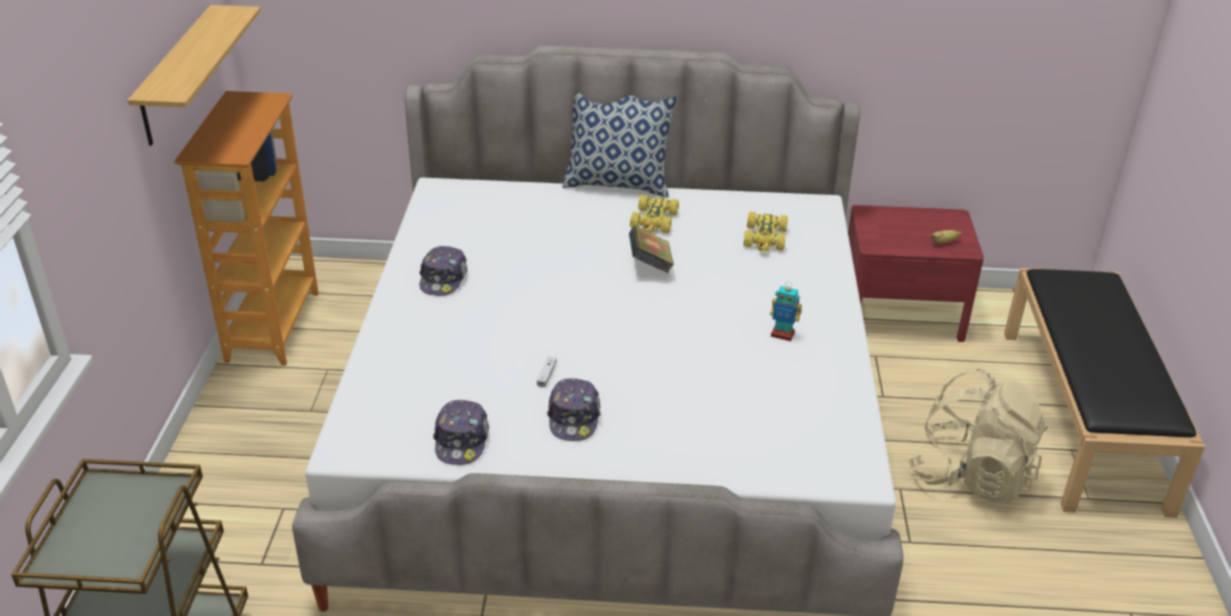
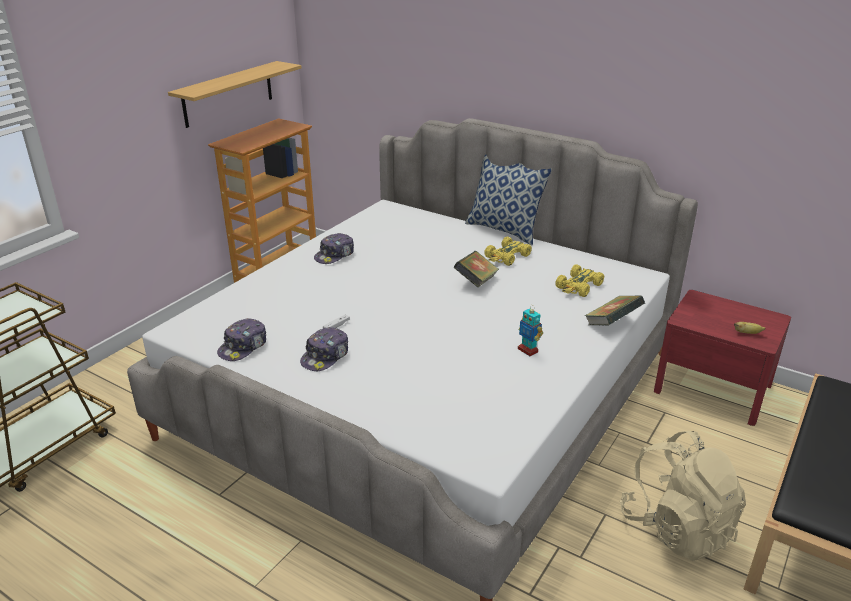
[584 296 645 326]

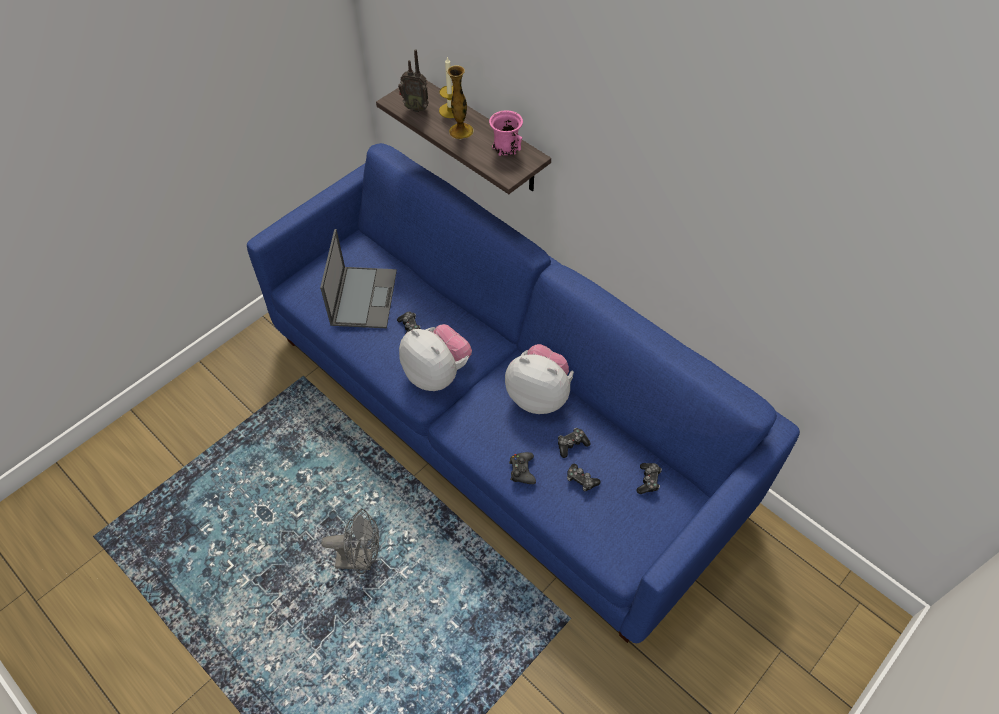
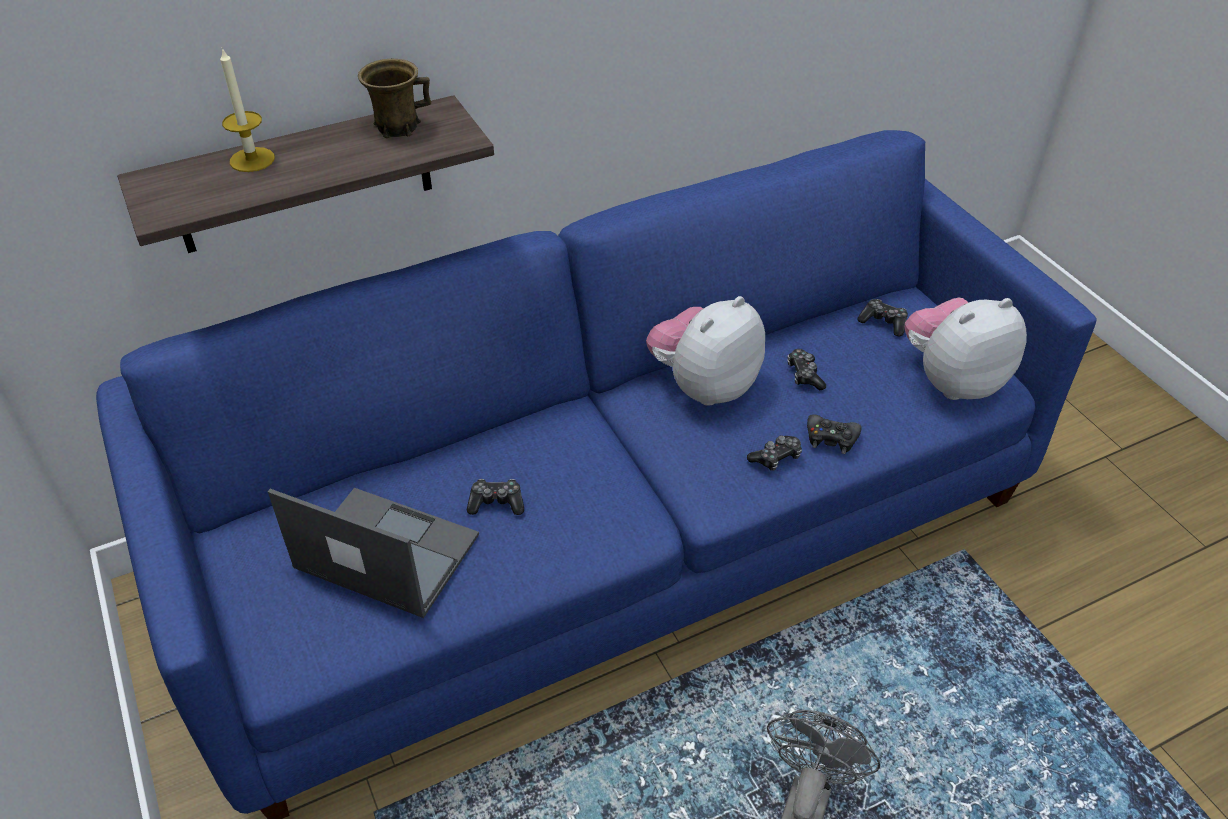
[398 49 429 113] (first image)
[447 65 474 140] (first image)
[905 298 1027 400]
[747 435 802 471]
[358 59 431 138]

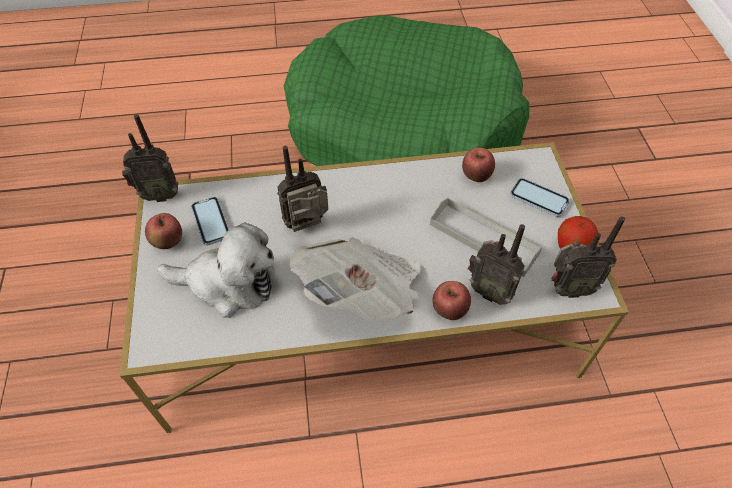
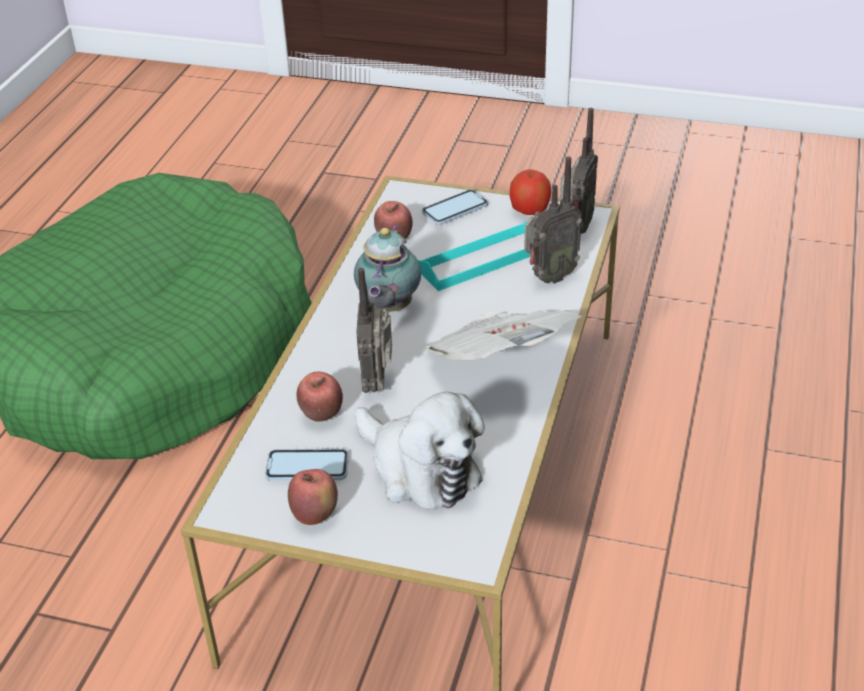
[122 114 178 202] (first image)
[354 225 421 312]
[297 372 343 421]
[418 222 531 291]
[355 392 485 510]

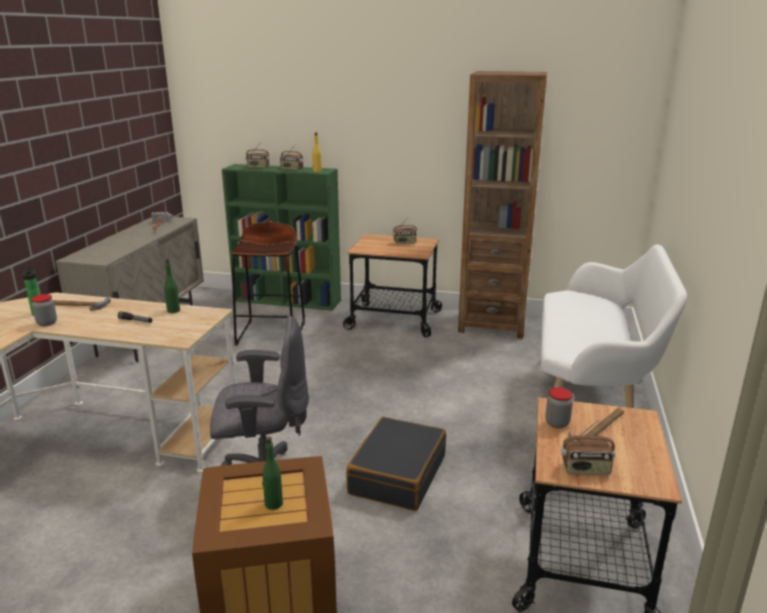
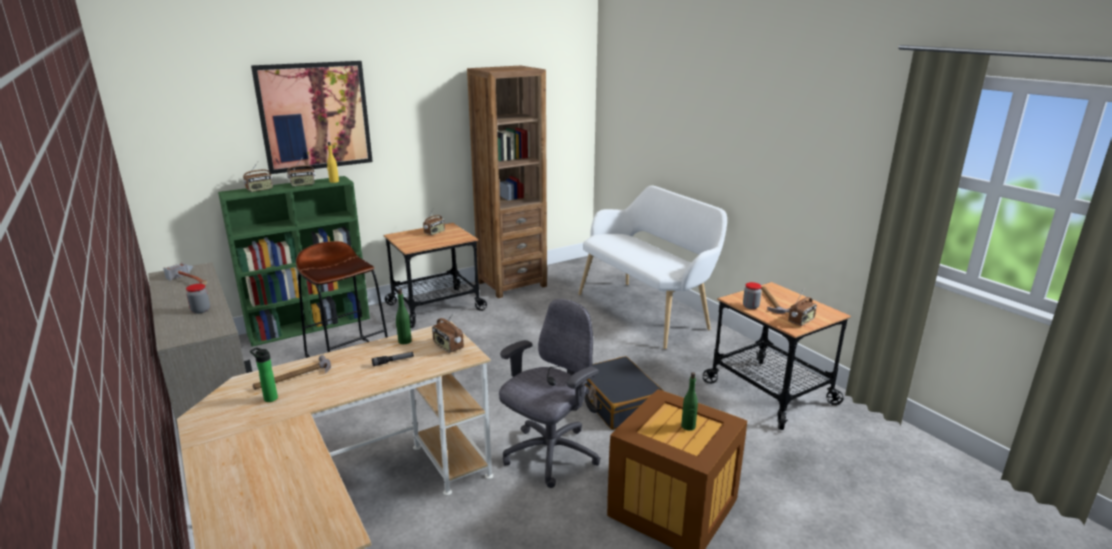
[251 61 373 174]
[432 313 464 353]
[186 284 210 314]

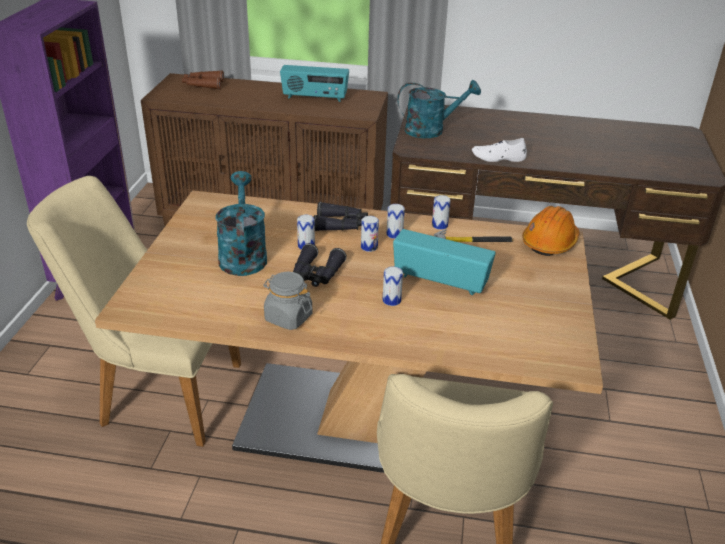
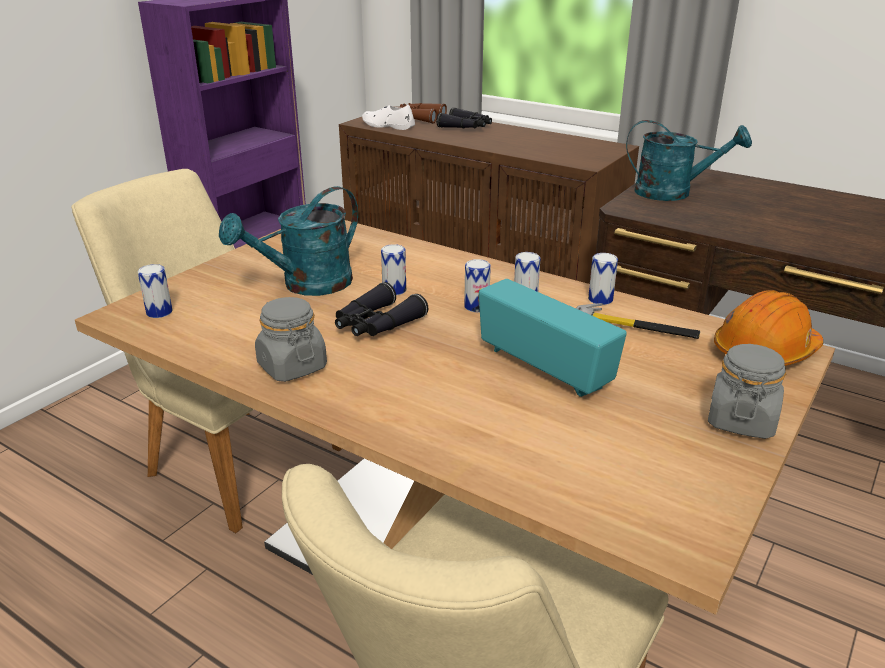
[280 65 349 102] (first image)
[708 344 786 439]
[436 107 492 128]
[138 264 173 318]
[362 104 415 130]
[219 186 358 296]

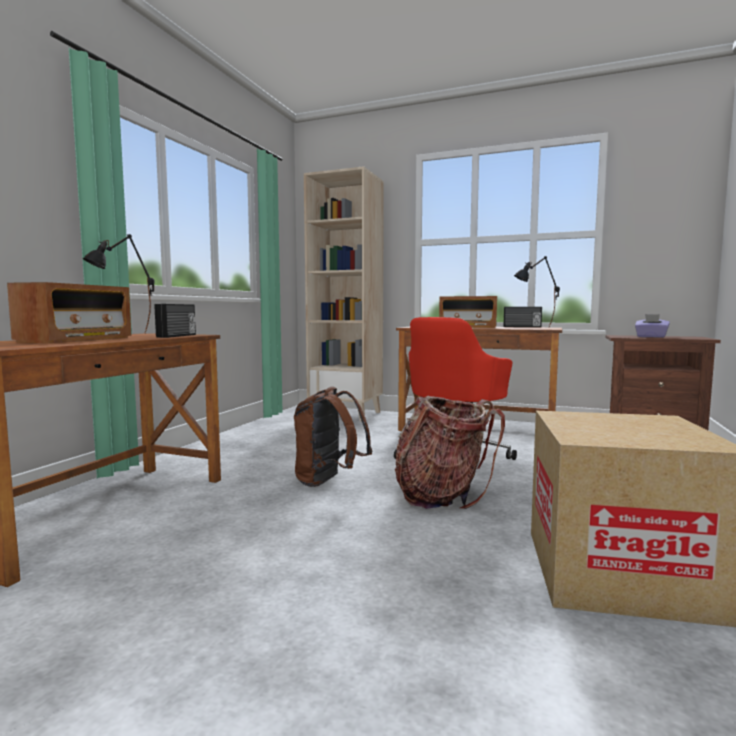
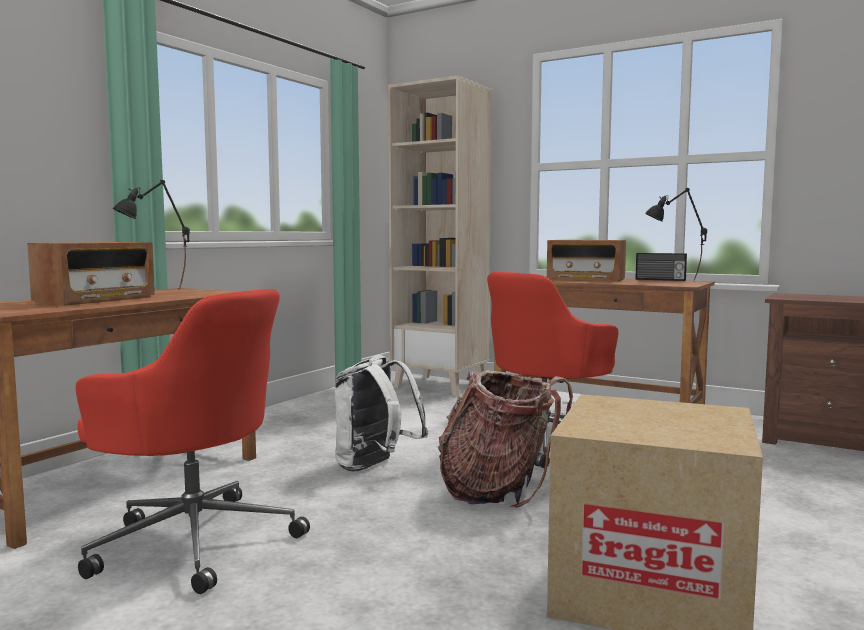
[155 304 196 338] (first image)
[635 314 670 338] (first image)
[76 289 310 594]
[334 355 428 472]

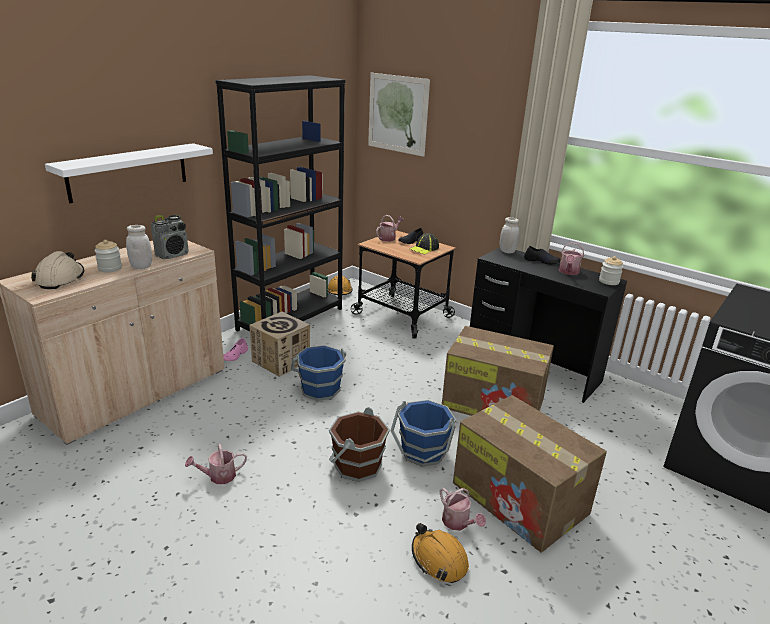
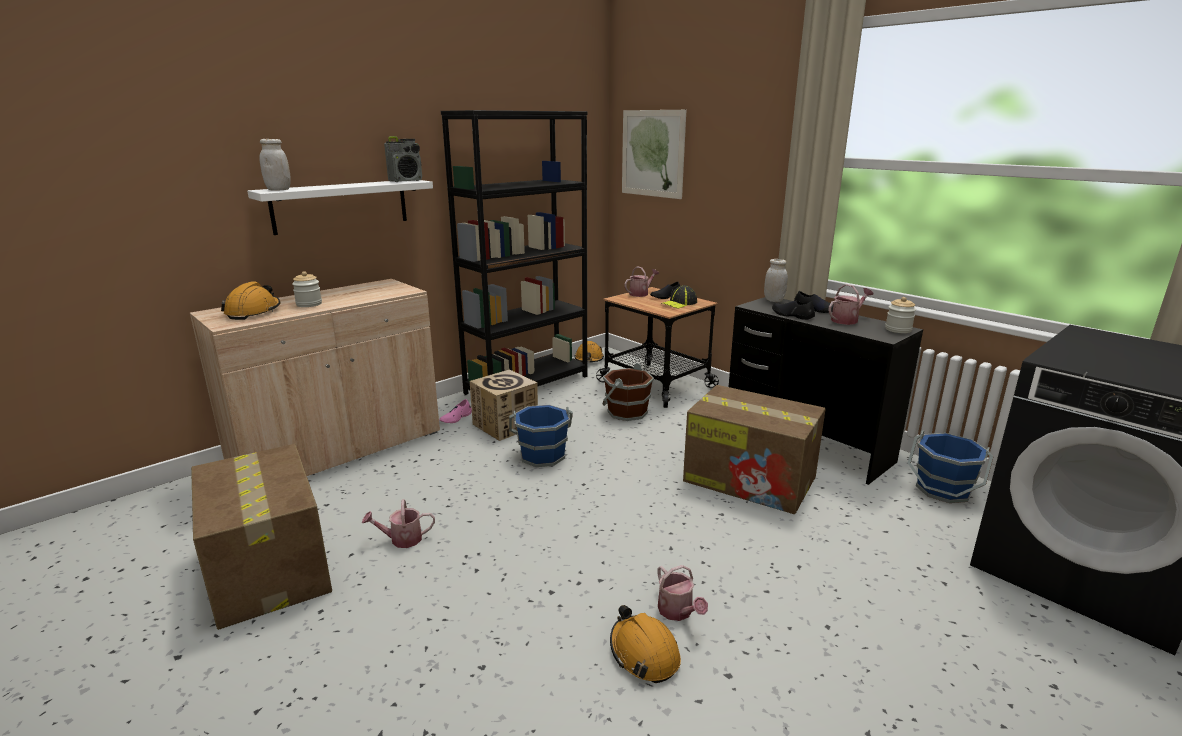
[772 301 815 320]
[259 139 291 191]
[384 136 422 182]
[603 363 654 421]
[908 430 993 503]
[191 444 332 630]
[221 281 280 320]
[828 284 873 325]

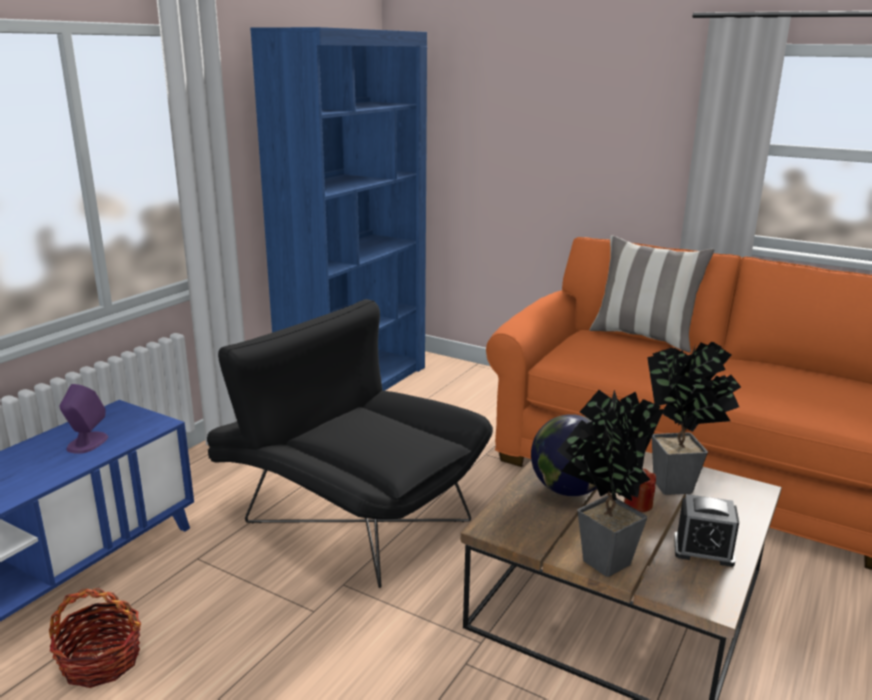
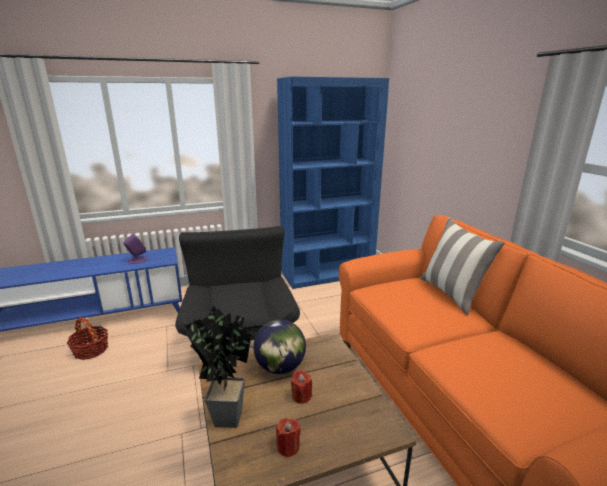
[647 341 741 495] (first image)
[276 418 301 457]

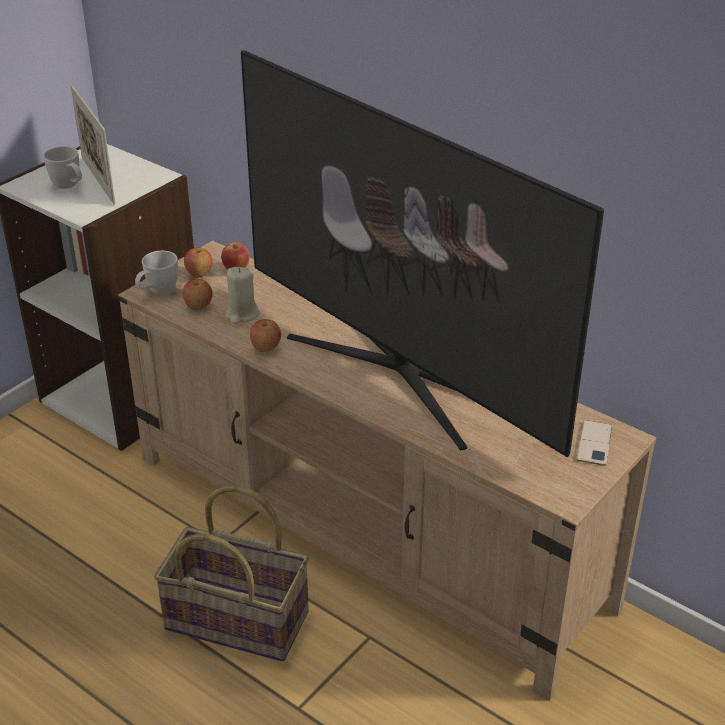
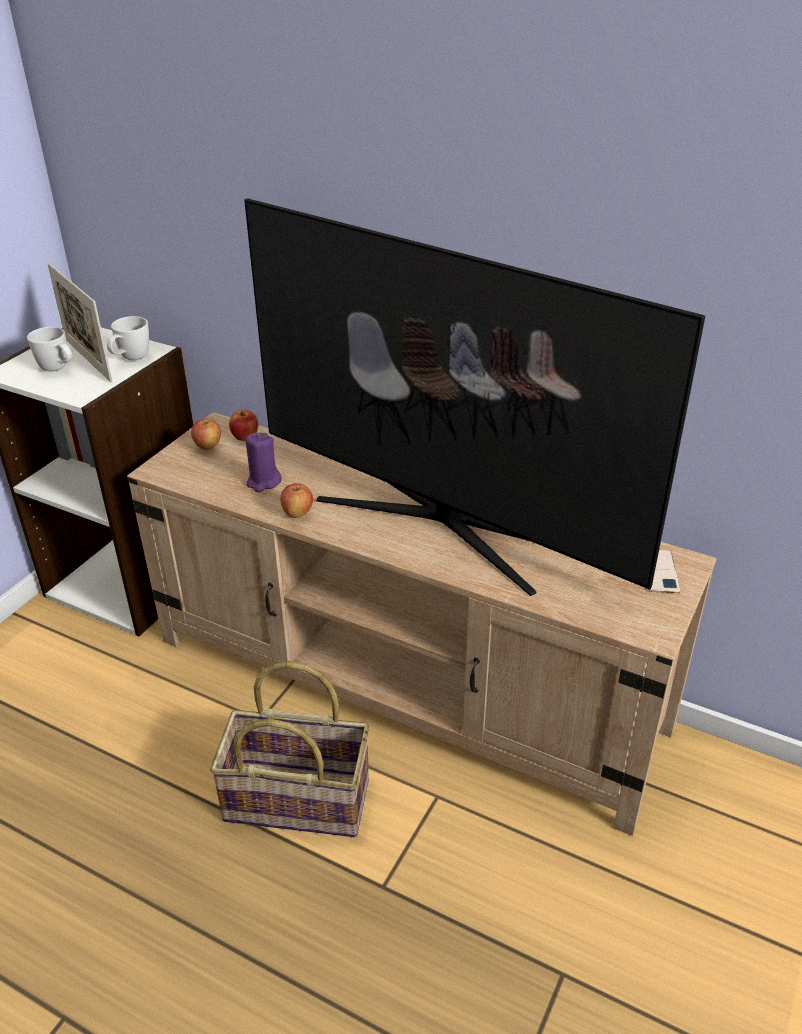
[183 279 213 310] (first image)
[107 316 149 360]
[245 433 282 492]

